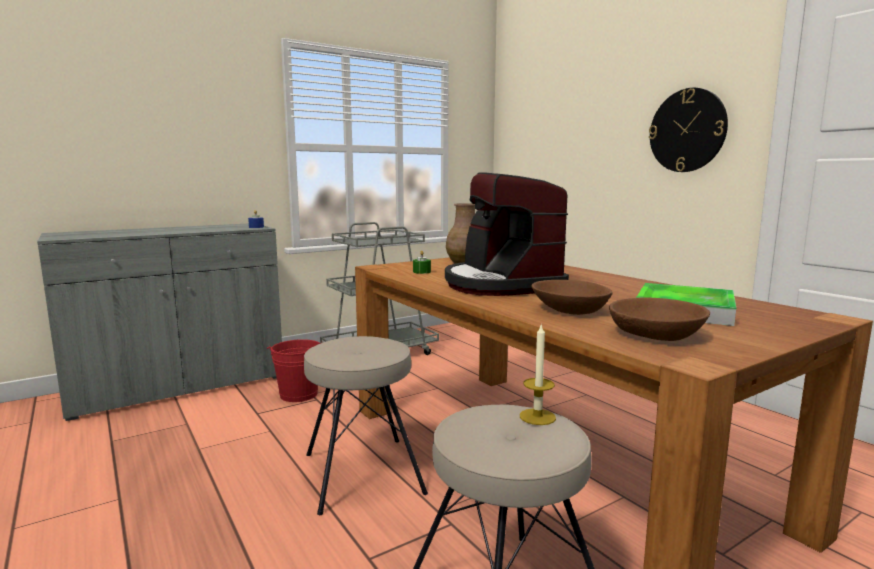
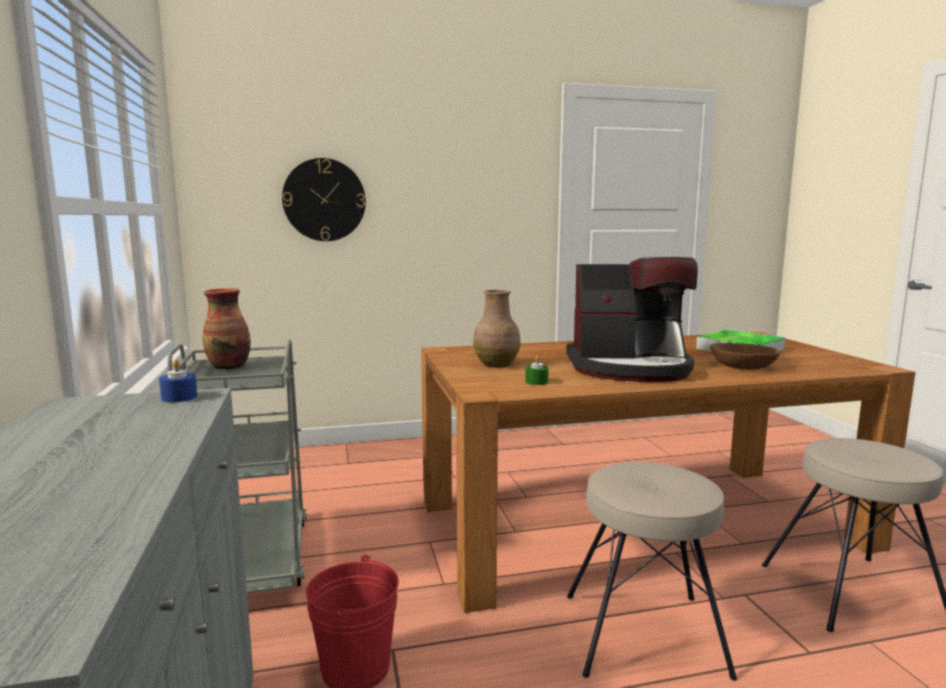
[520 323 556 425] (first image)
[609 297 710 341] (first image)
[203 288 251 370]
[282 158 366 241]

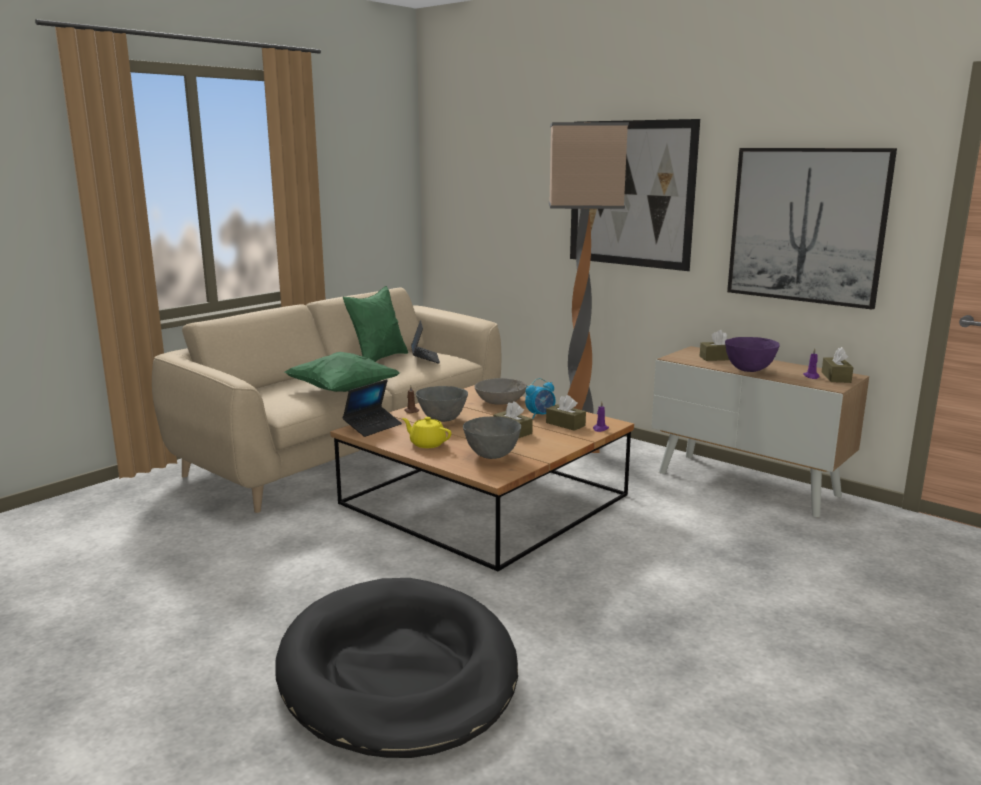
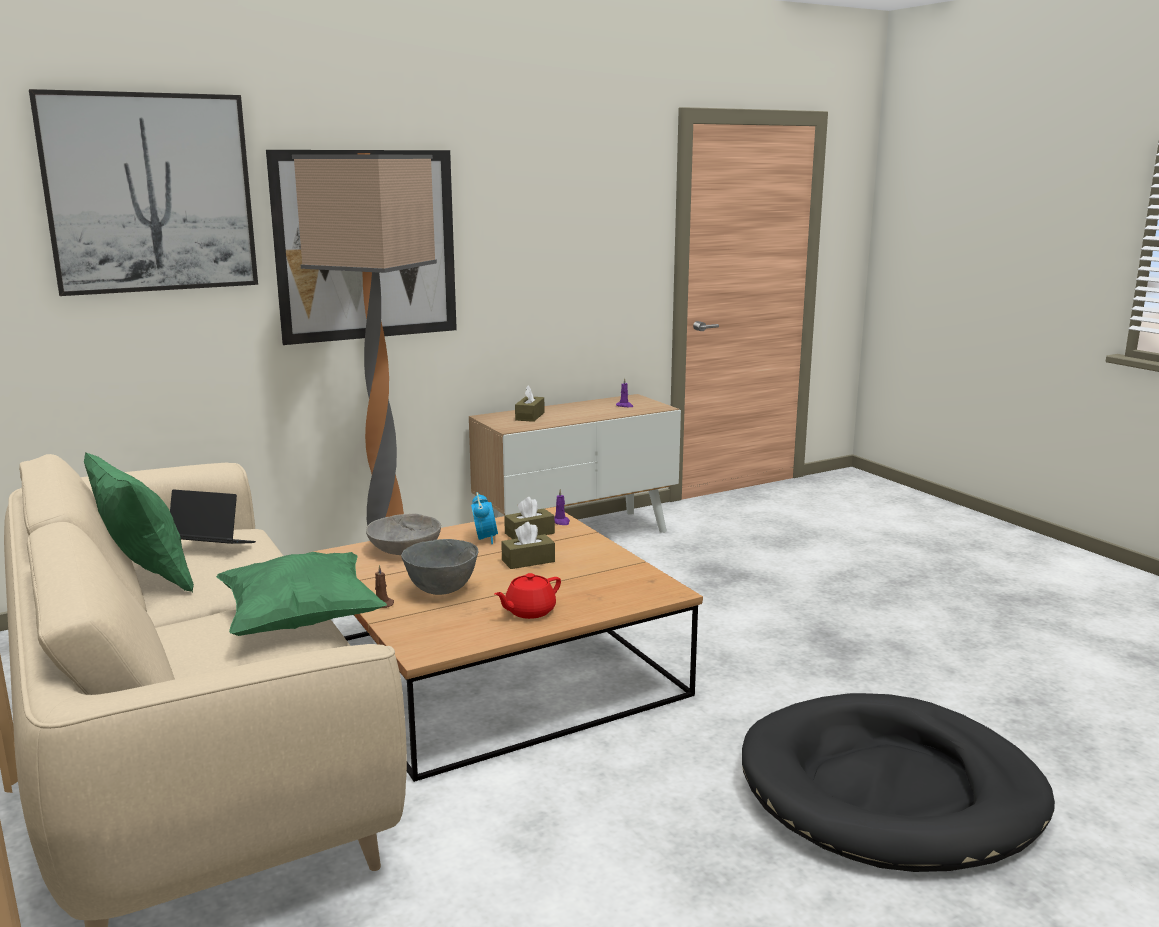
[342 380 402 437] (first image)
[463 416 521 459] (first image)
[725 337 780 372] (first image)
[822 347 853 383] (first image)
[29 89 258 296]
[494 573 561 619]

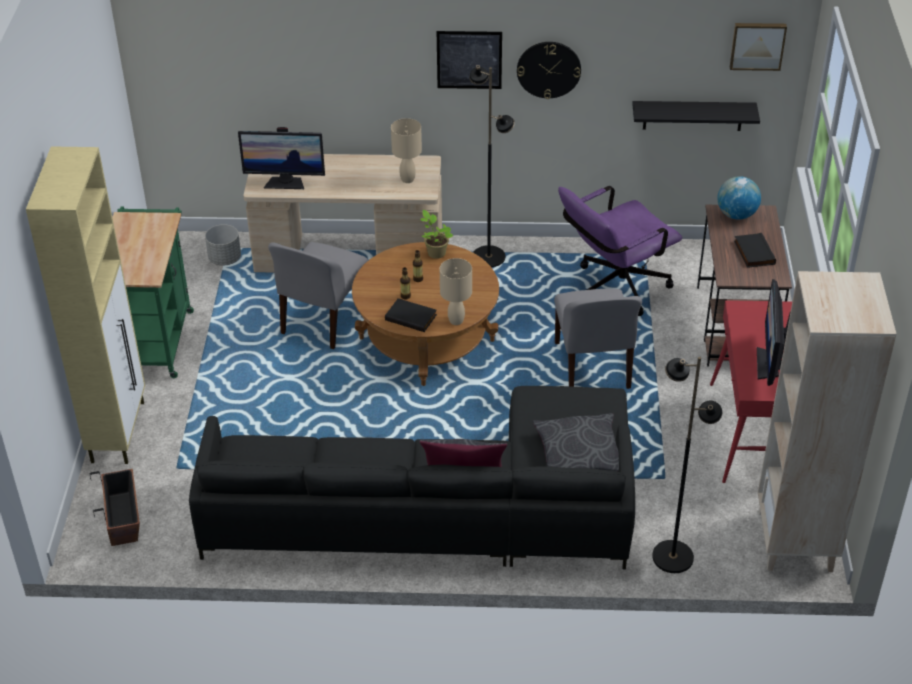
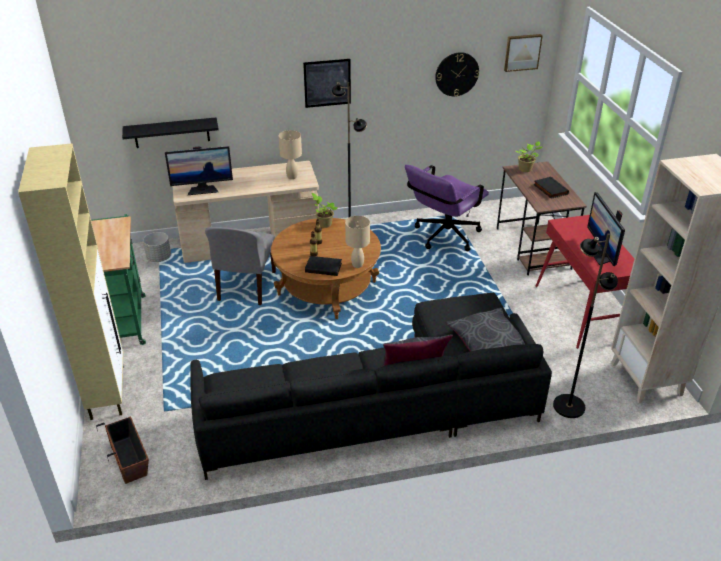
[554 289 642 389] (first image)
[435 52 479 97]
[122 118 219 148]
[516 141 543 172]

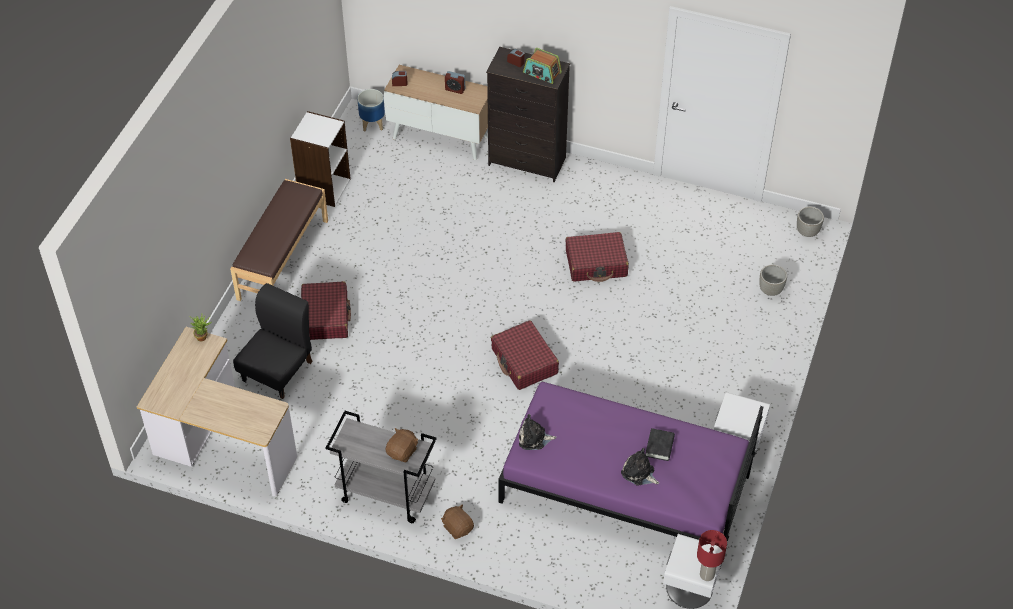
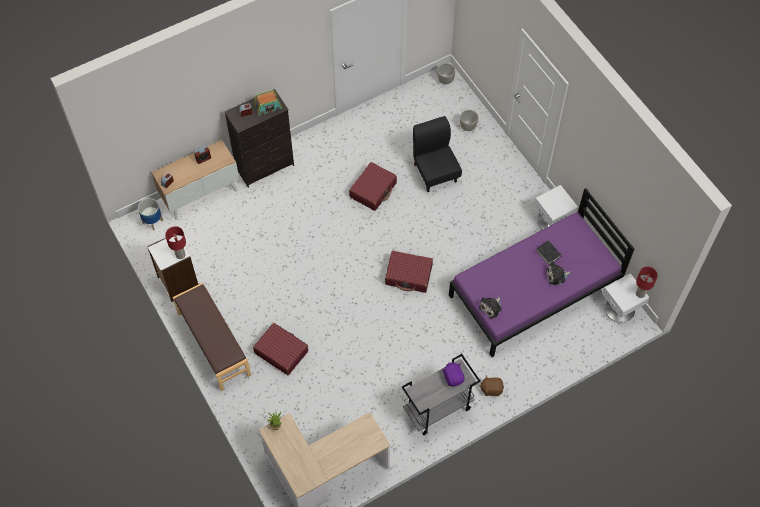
[165 226 186 259]
[413 116 462 192]
[442 363 464 386]

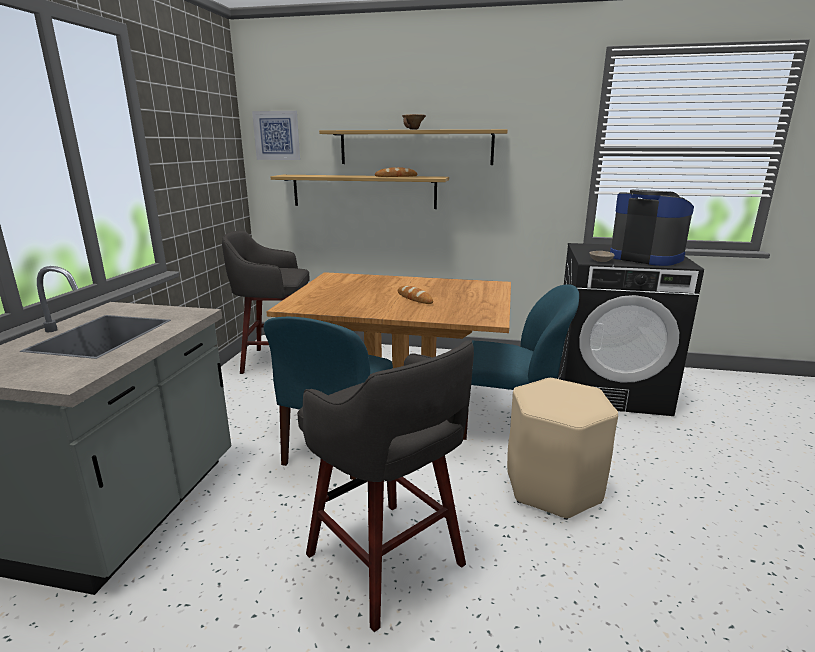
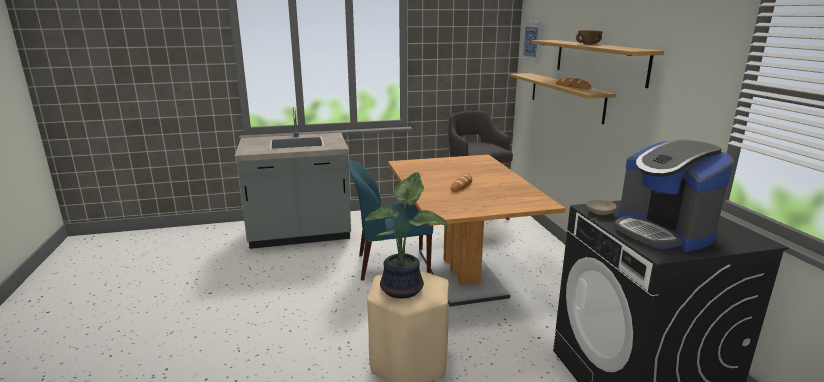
[297 340 474 632] (first image)
[463 284 579 440] (first image)
[365 172 448 299]
[614 139 734 252]

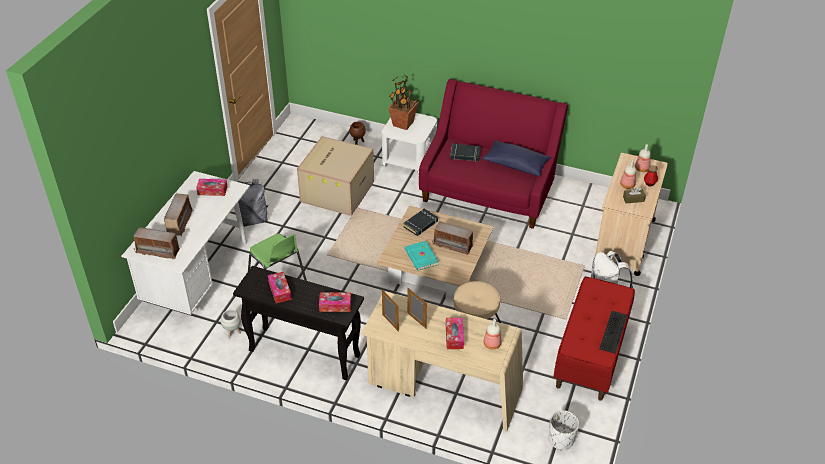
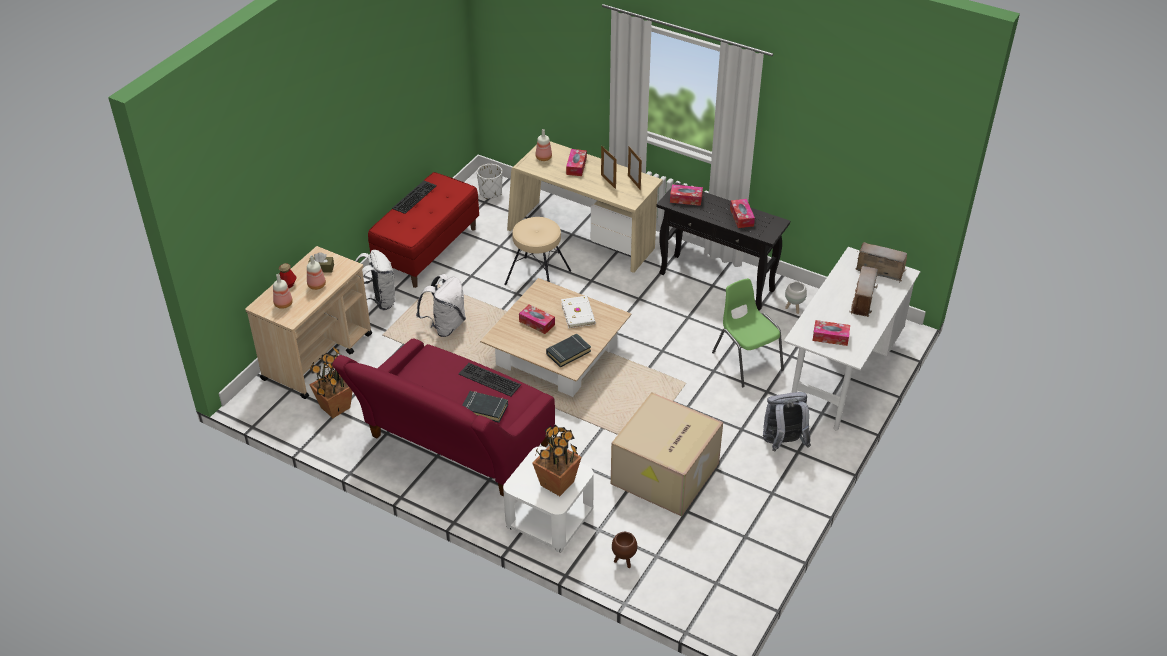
[482 140 551 177] (first image)
[309 347 353 418]
[416 274 466 337]
[459 363 521 397]
[519 304 555 334]
[561 296 596 328]

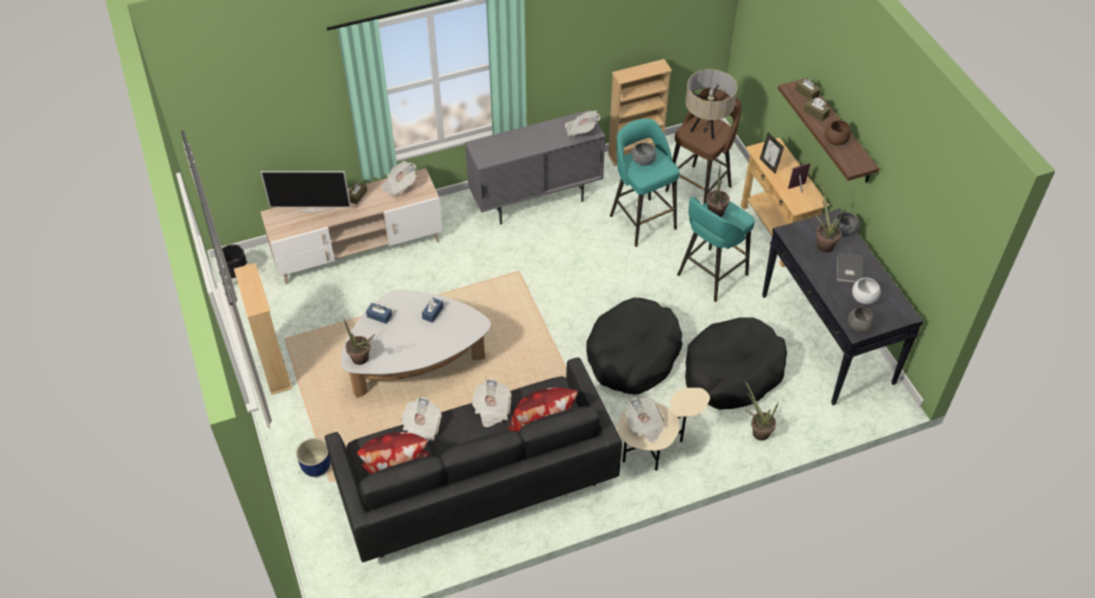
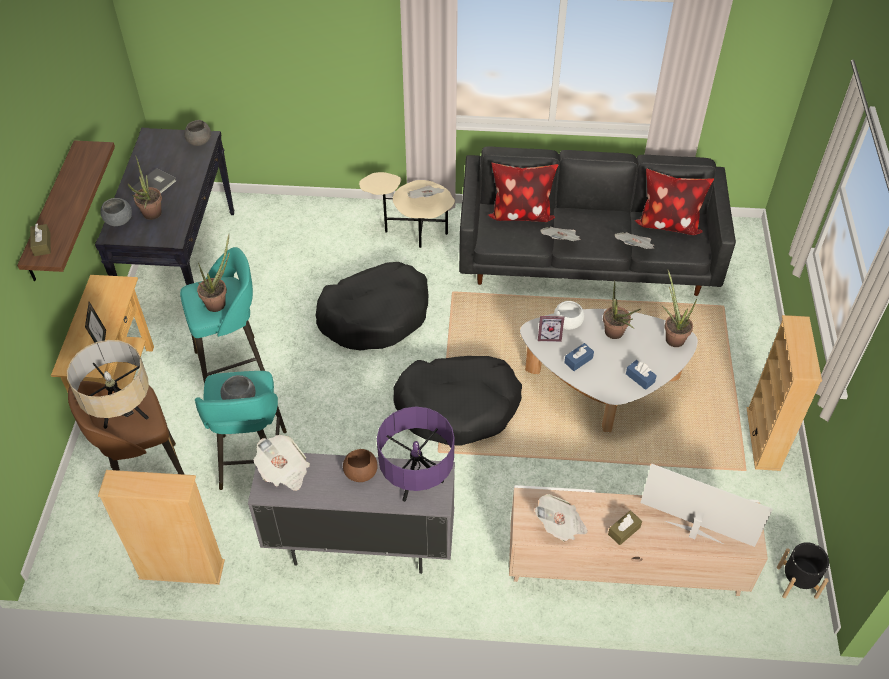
[296 438 331 477] (first image)
[804 98 831 121] (first image)
[377 406 454 502]
[393 356 522 446]
[603 280 640 339]
[538 316 565 342]
[343 449 378 482]
[554 301 584 330]

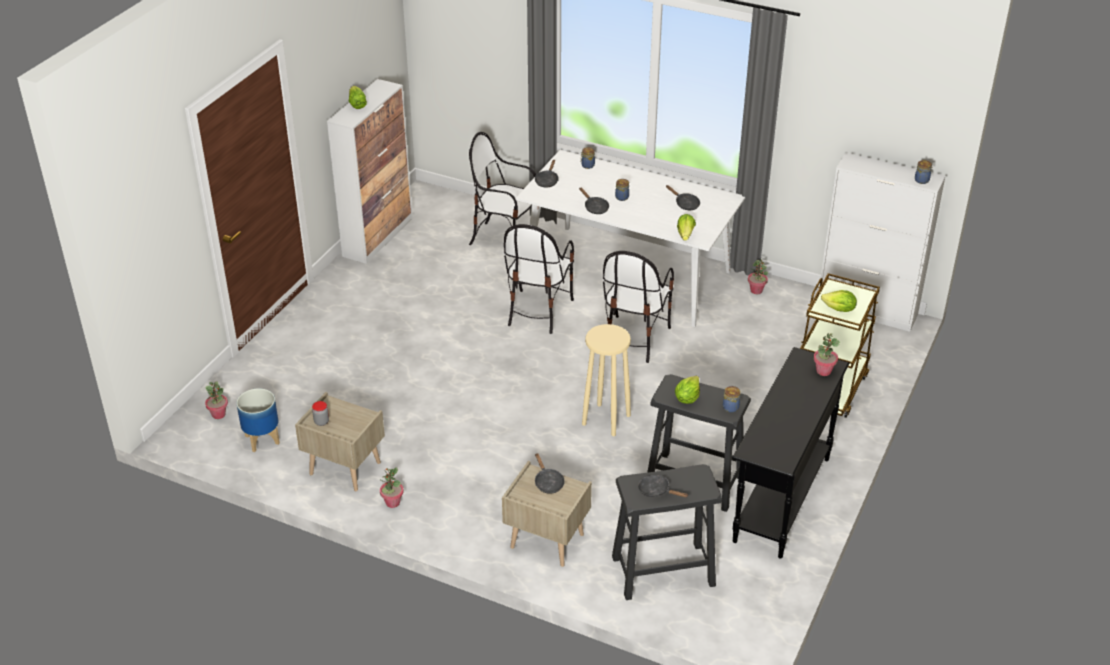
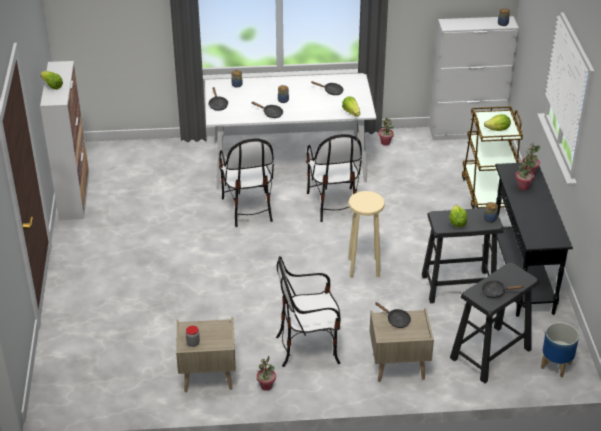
[515 157 536 190]
[541 322 579 378]
[276 256 341 367]

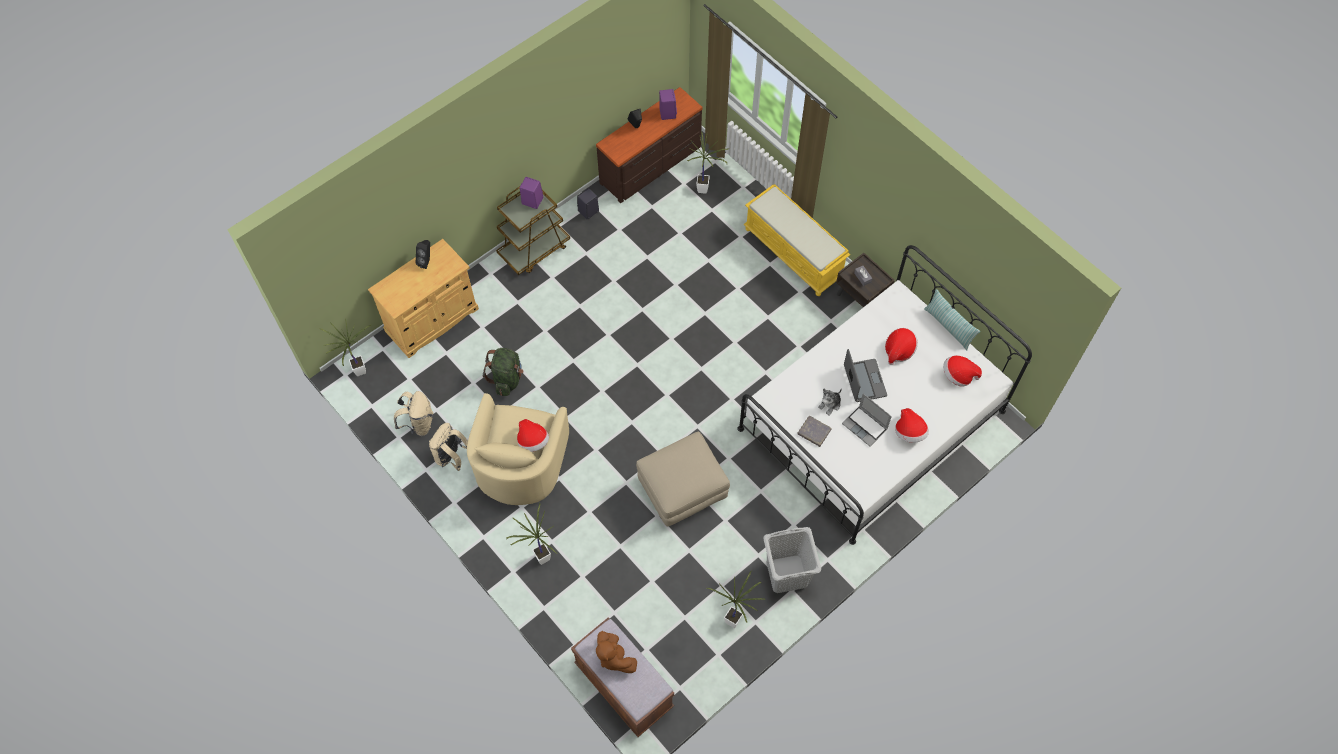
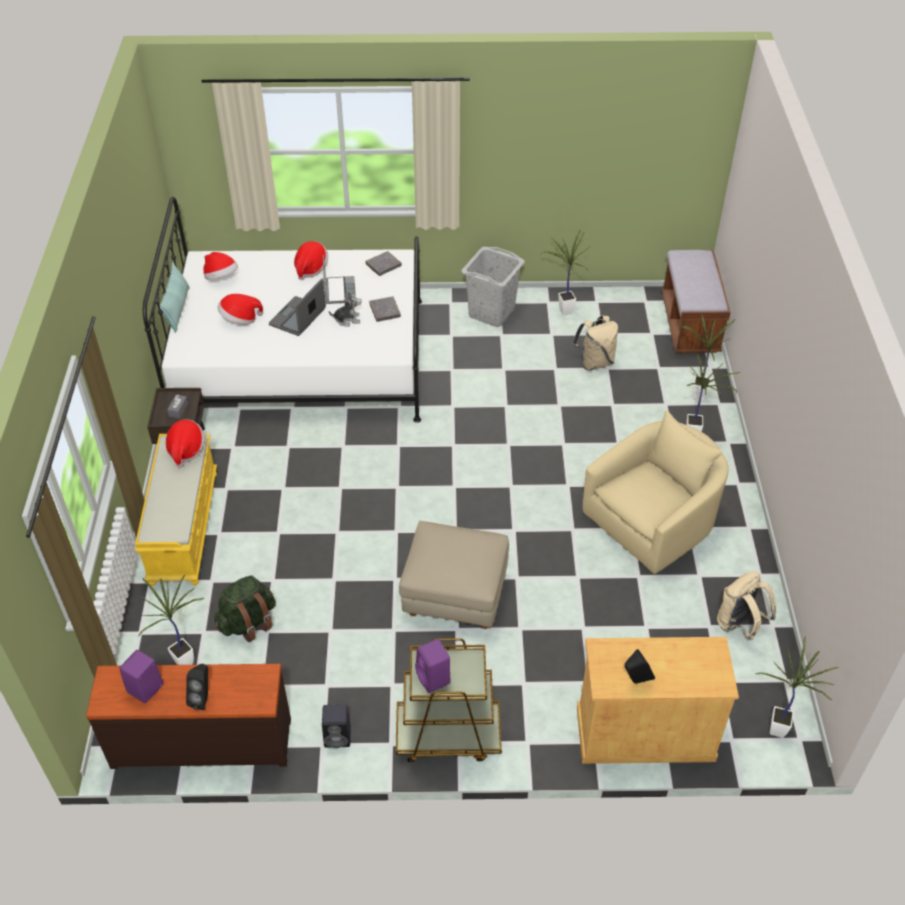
[596 631 637 673] (first image)
[365 251 402 276]
[682 315 735 401]
[573 315 618 371]
[214 575 276 642]
[165 419 205 467]
[399 521 509 629]

